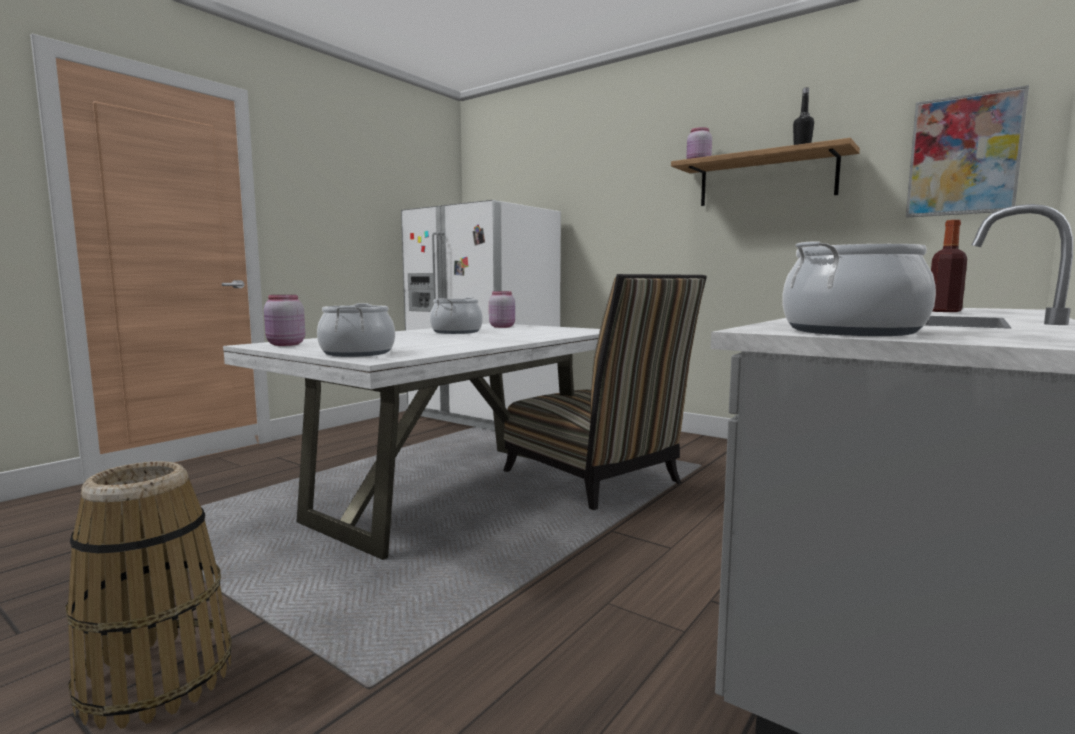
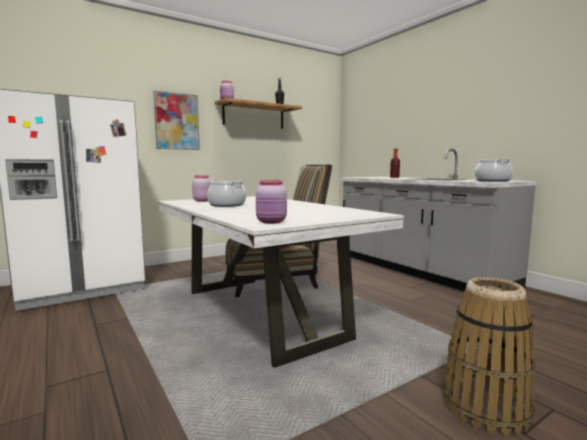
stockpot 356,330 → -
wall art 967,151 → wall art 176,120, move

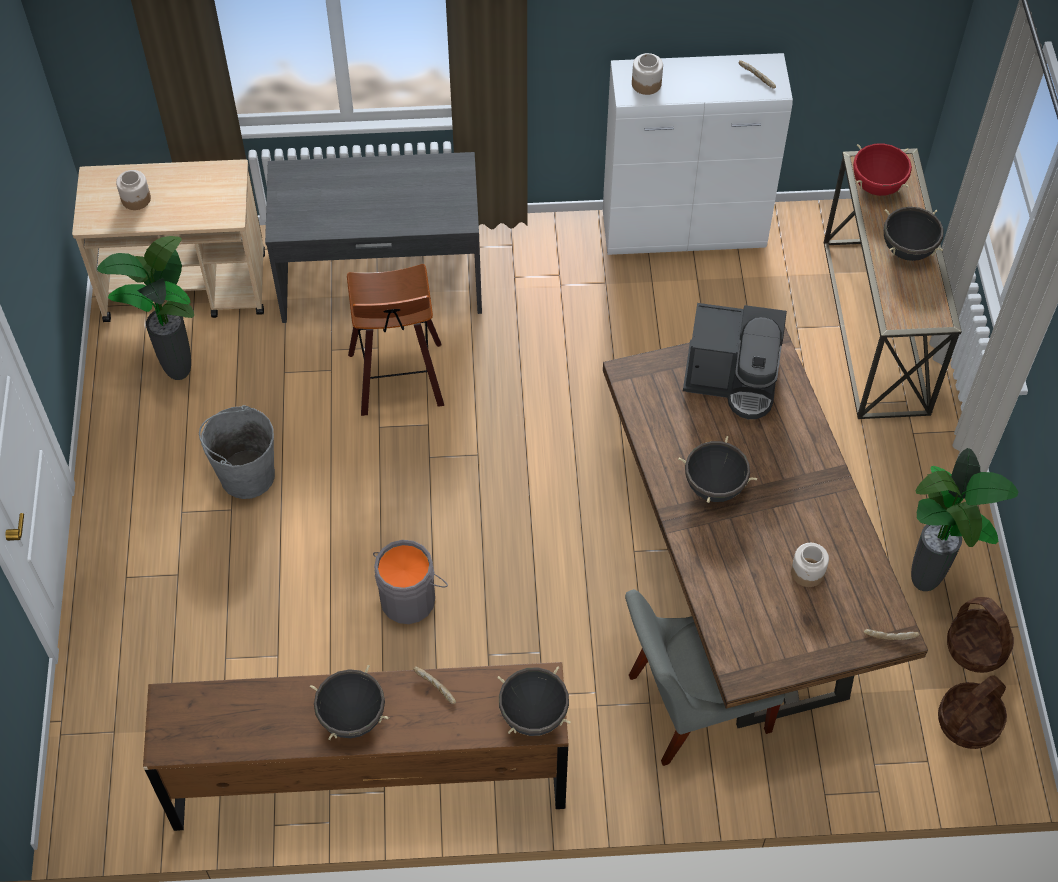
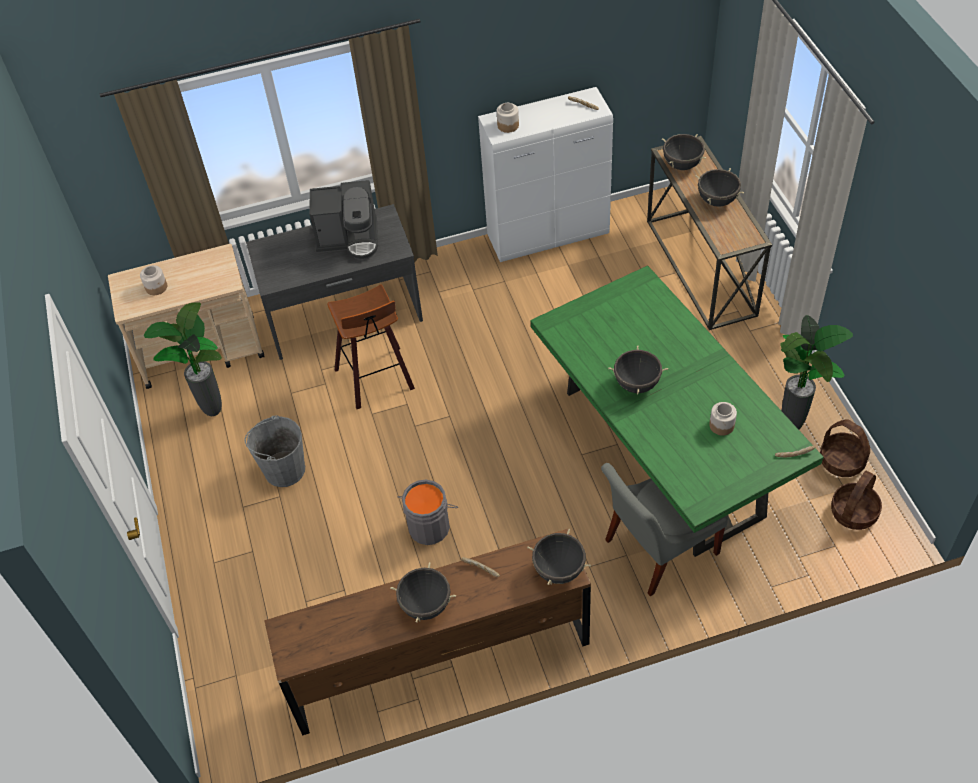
dinner table (brownish) 765,527 → dinner table (green-coloured) 677,411
coffee maker 735,361 → coffee maker 343,220, move
stockpot (red-coloured) 882,169 → stockpot (blackish) 684,152

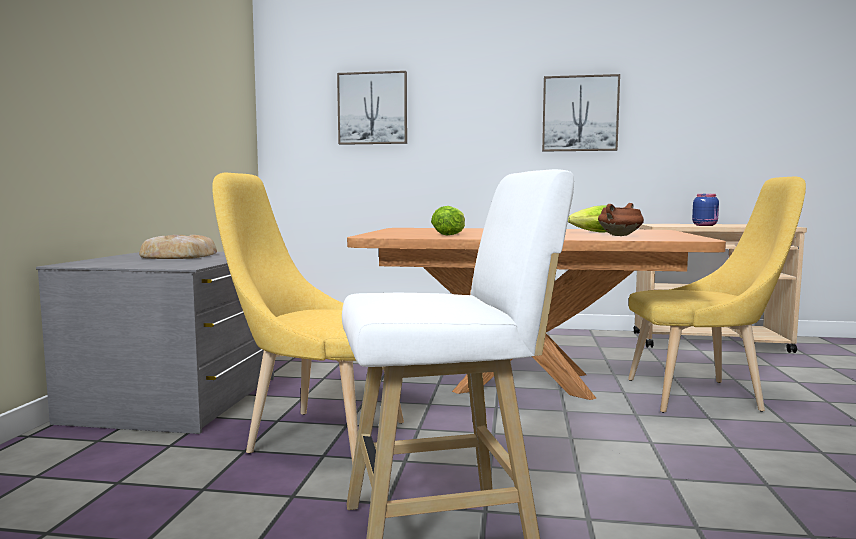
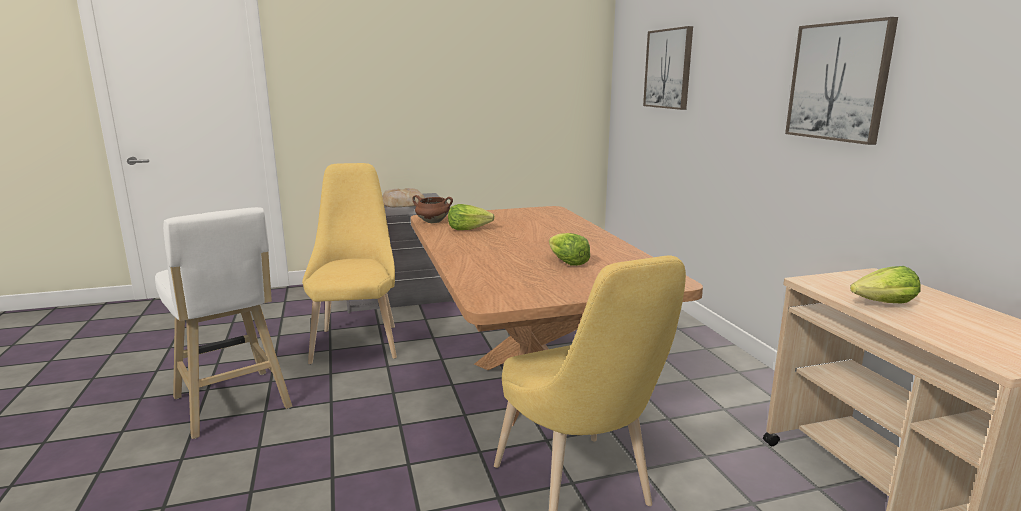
stockpot (brownish) 621,219 → stockpot (brownish) 432,209, move
storage jar (blue) 705,210 → lettuce head 885,285

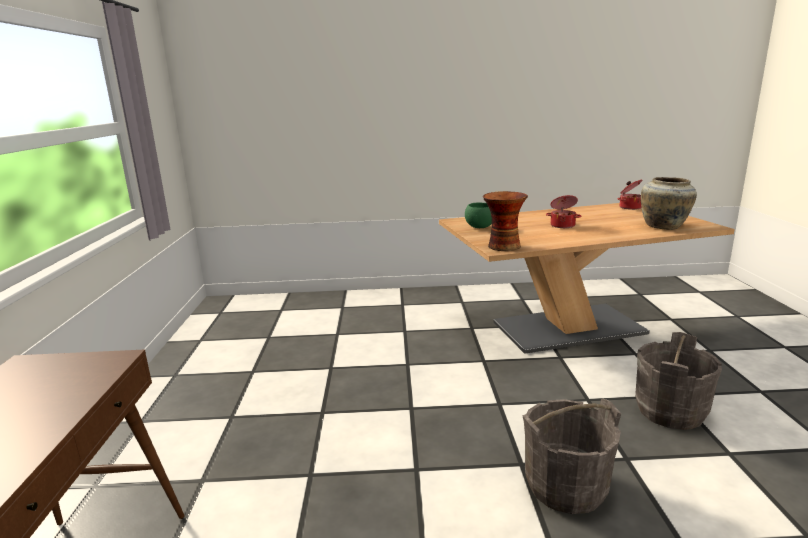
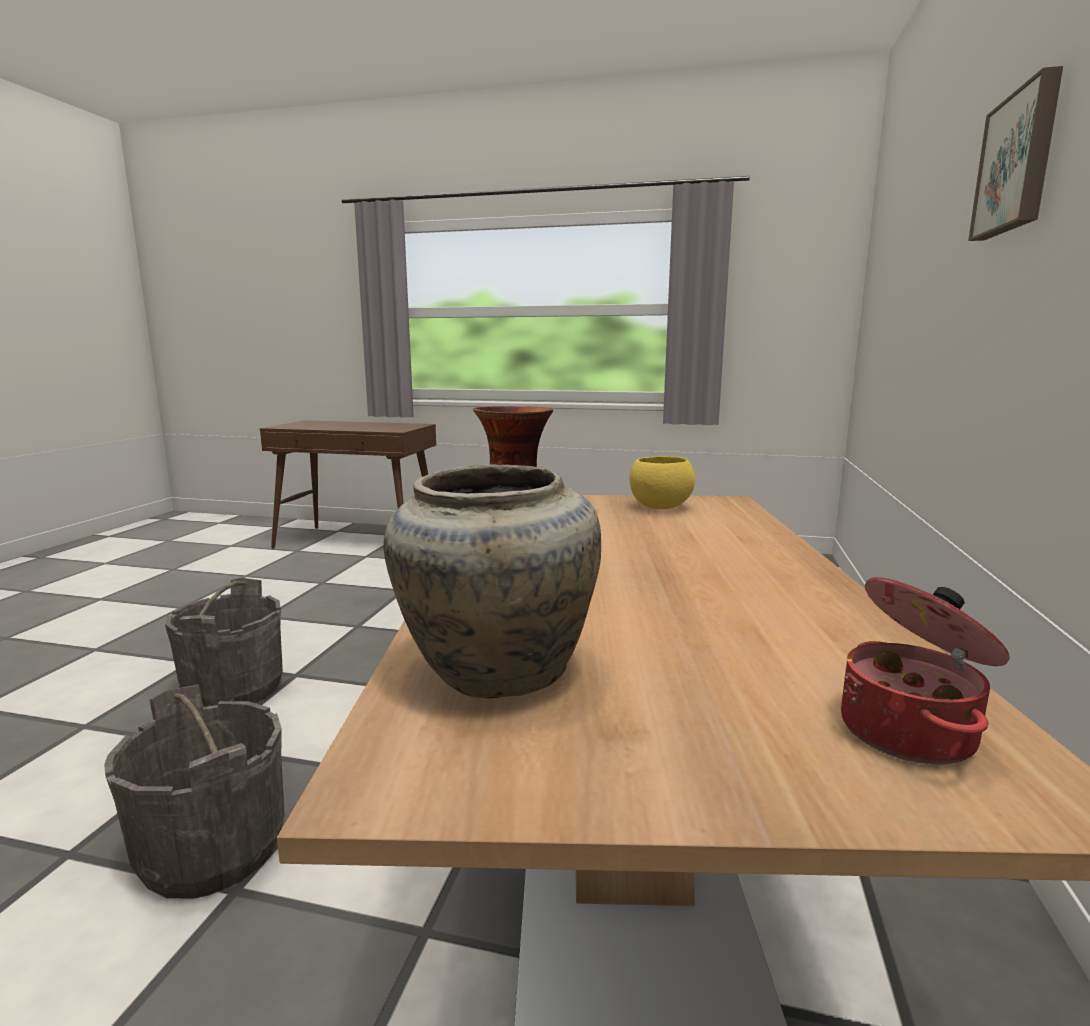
serving bowl (green-coloured) 478,215 → serving bowl (yellow) 662,482
stockpot 563,211 → -
- → wall art 1015,153

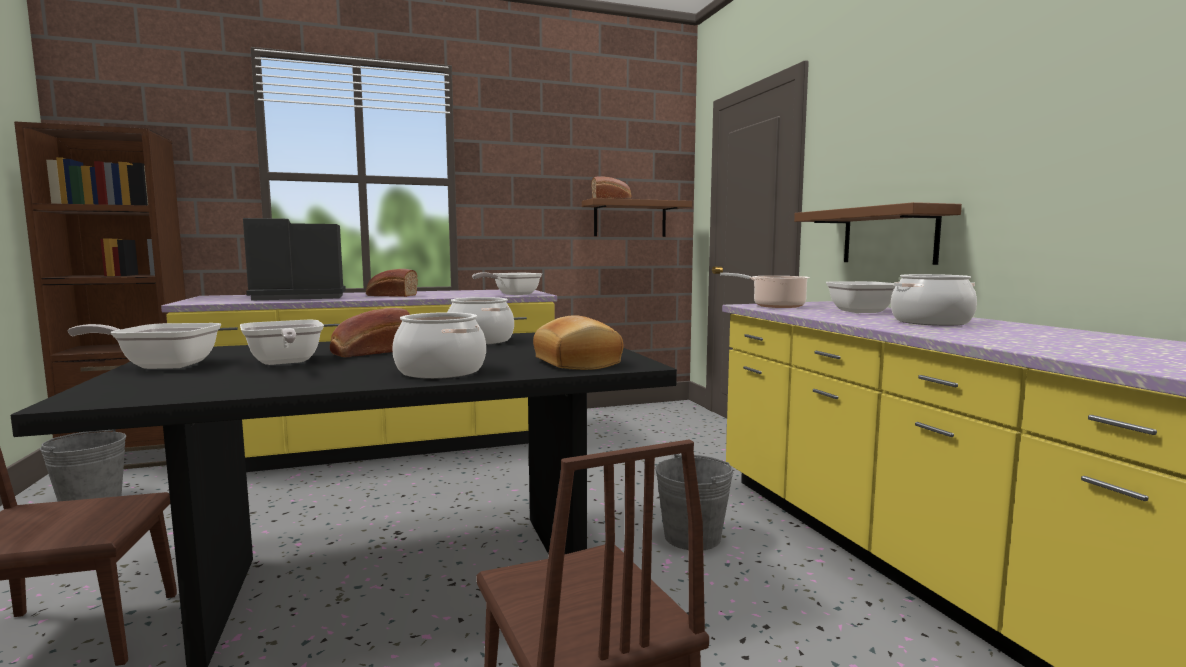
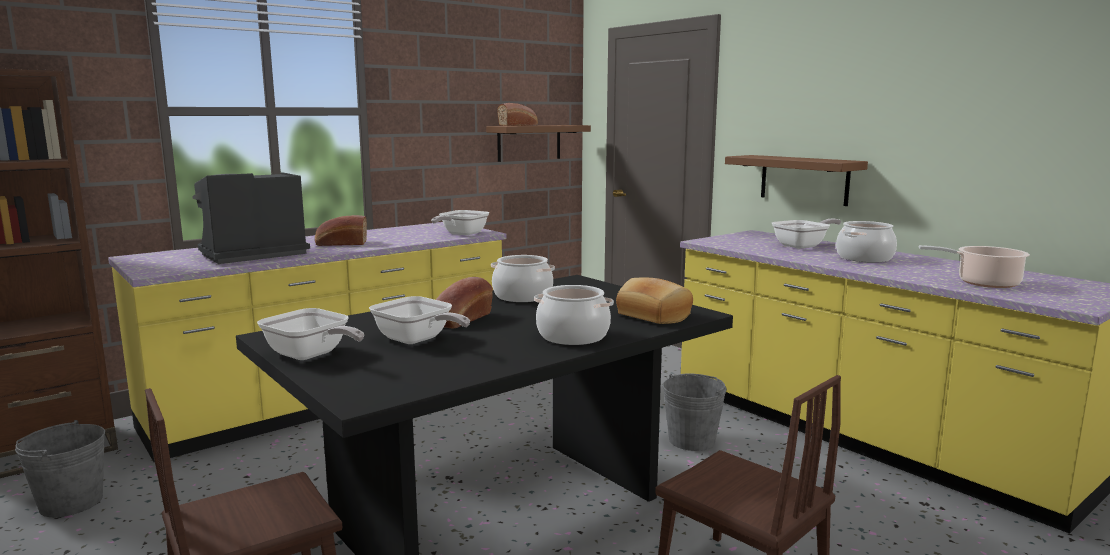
pan 144,346 → pan 310,334, 120 degrees counterclockwise
stockpot 765,290 → stockpot 974,266, move

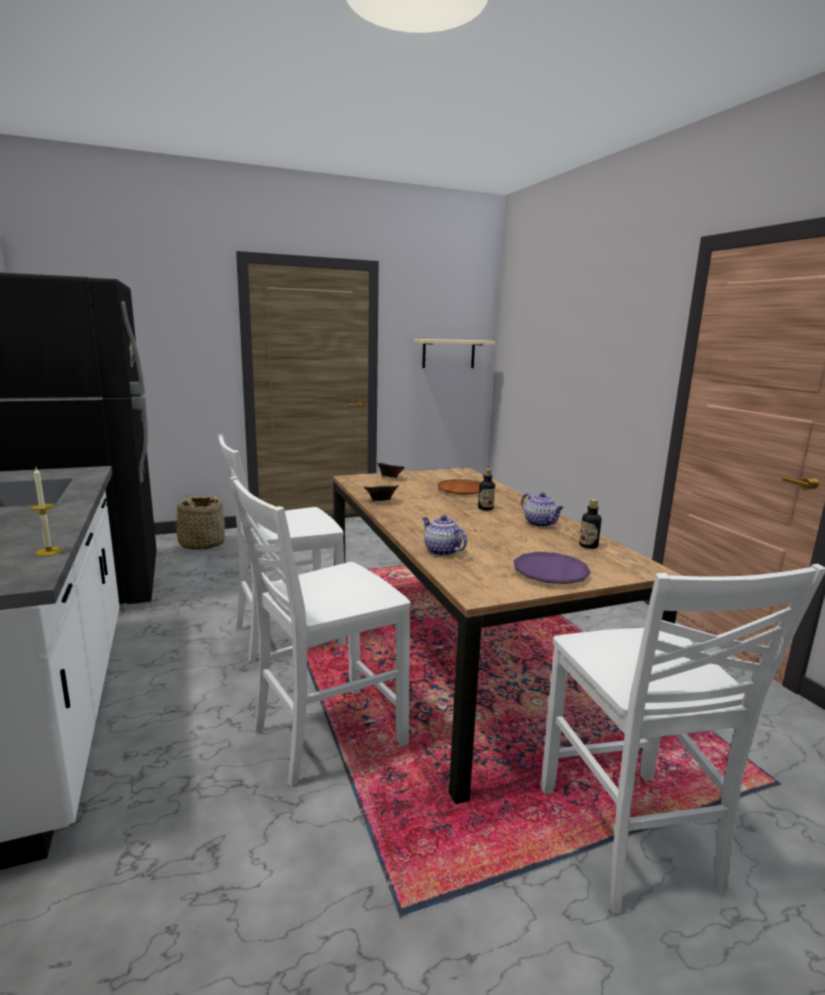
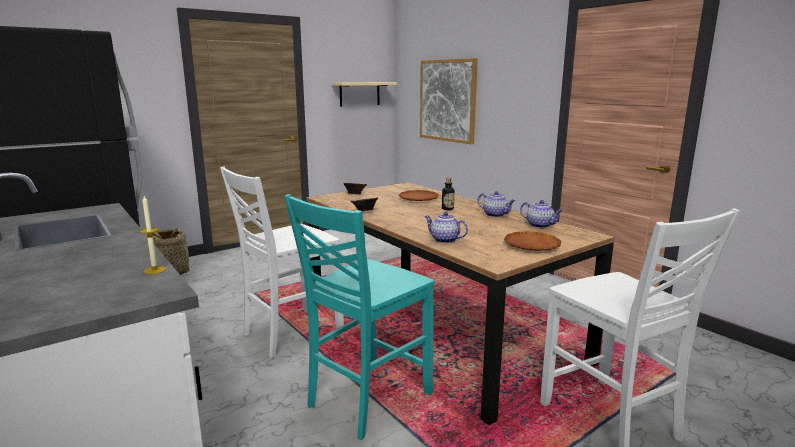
chair (white-coloured) 320,631 → chair (blue-green) 359,317
flat dish (purple) 552,568 → flat dish (brownish) 532,241
drink bottle 590,524 → tea pot 541,214
- → wall art 449,101

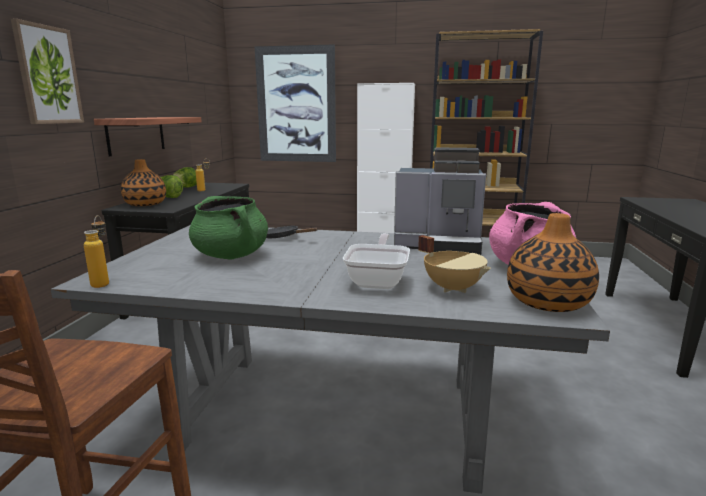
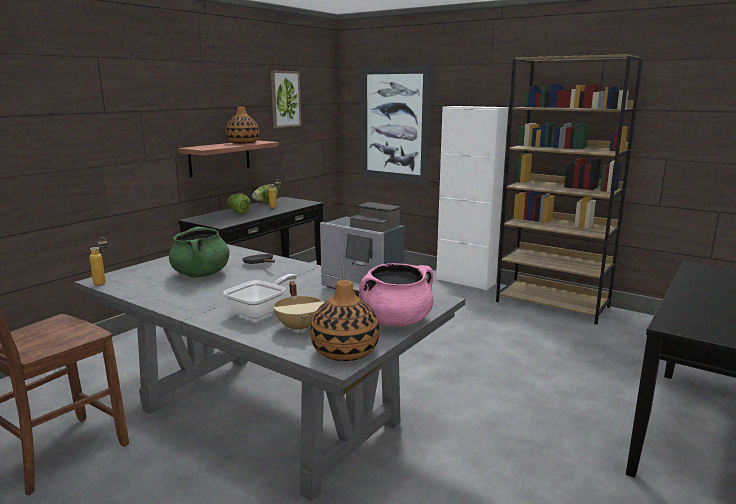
wall art 47,71 → wall art 286,99, move
flower vase 143,182 → flower vase 243,125, move

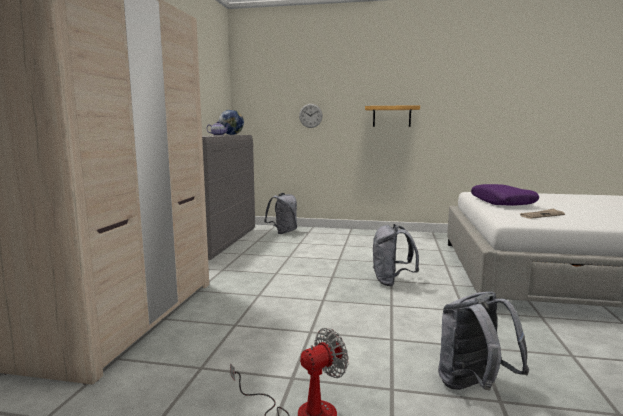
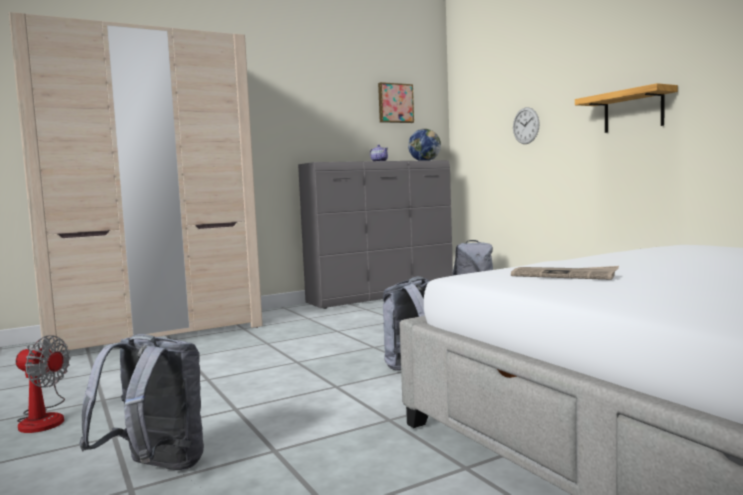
throw pillow (purple) 505,195 → -
- → wall art 396,102

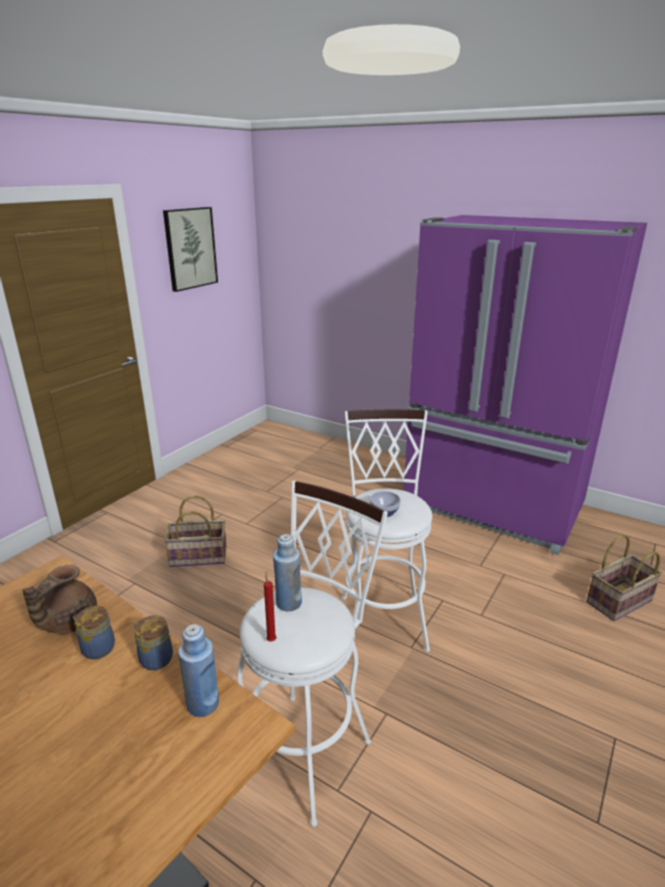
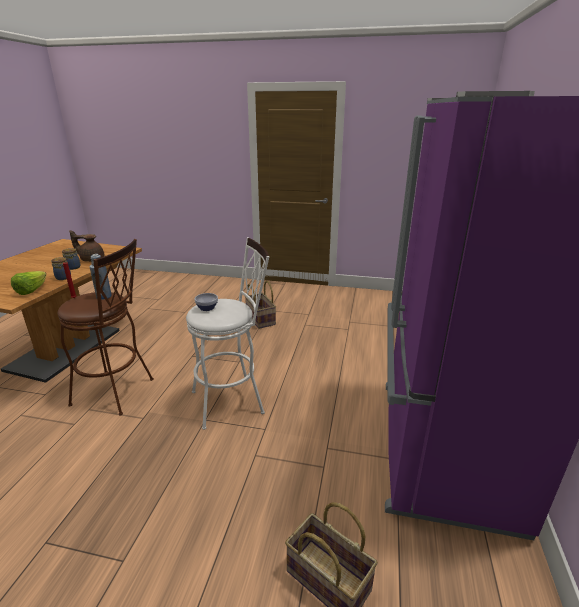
wall art 190,249 → -
drink bottle (blue) 198,670 → lettuce head 28,283
stool seat (white-coloured) 312,654 → stool seat (brownish) 106,327

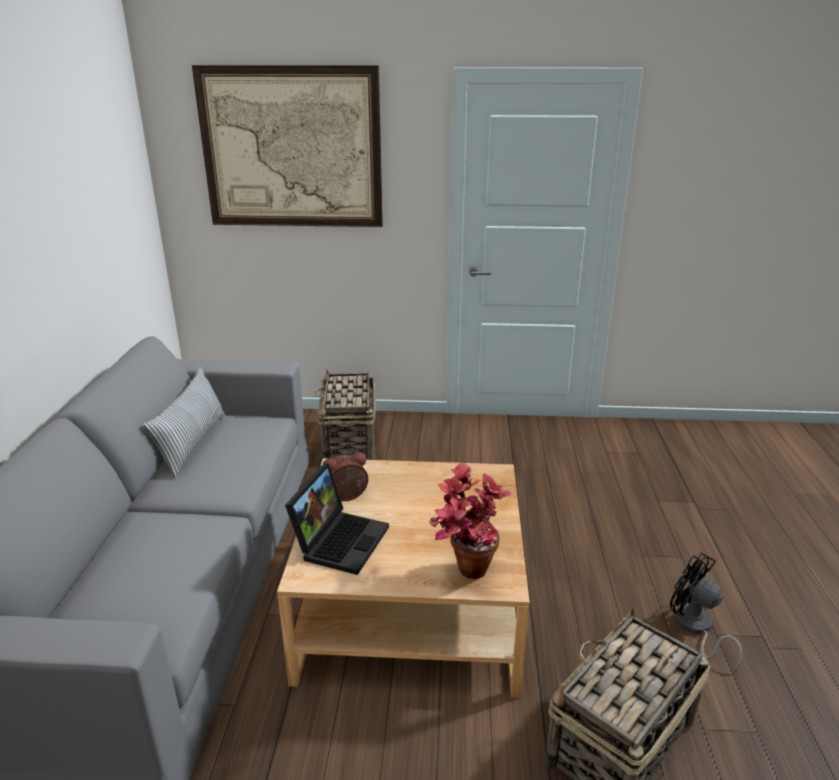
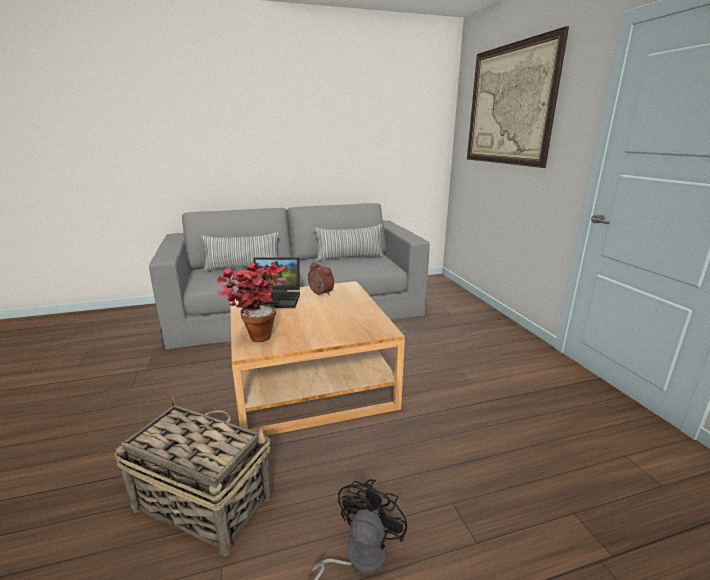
household basket 345,414 → -
- → throw pillow 239,251

